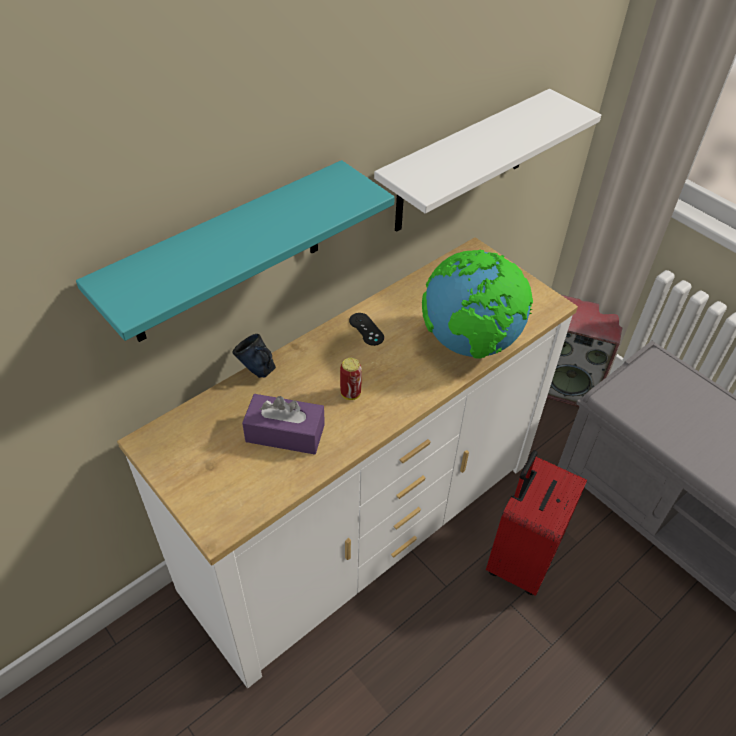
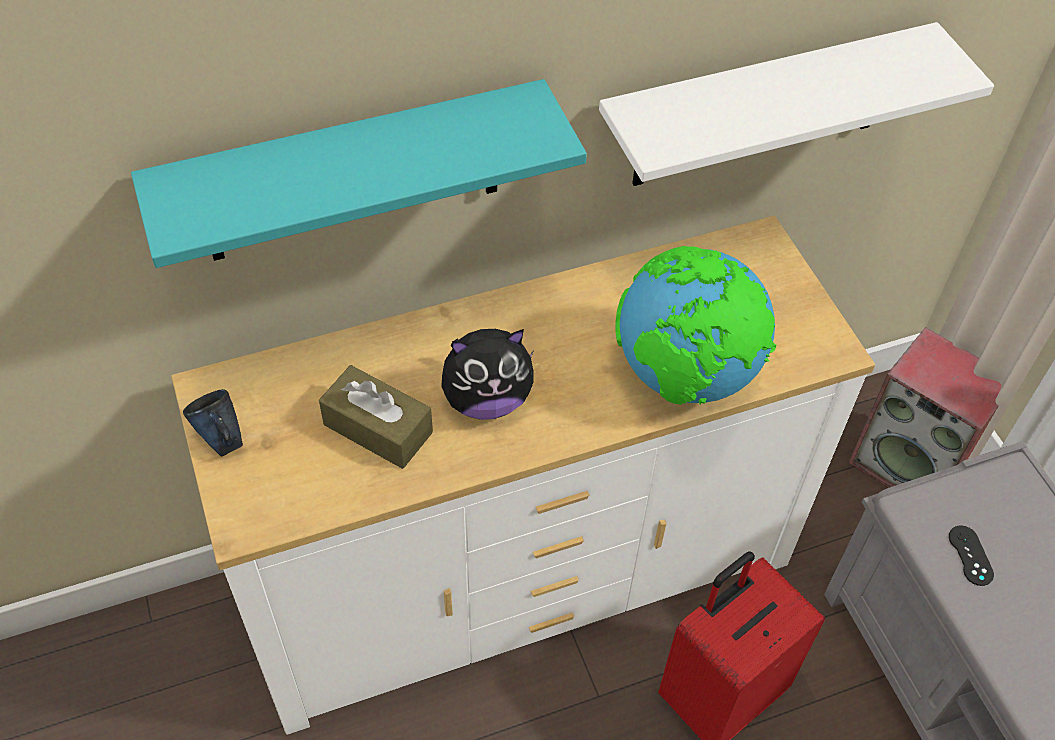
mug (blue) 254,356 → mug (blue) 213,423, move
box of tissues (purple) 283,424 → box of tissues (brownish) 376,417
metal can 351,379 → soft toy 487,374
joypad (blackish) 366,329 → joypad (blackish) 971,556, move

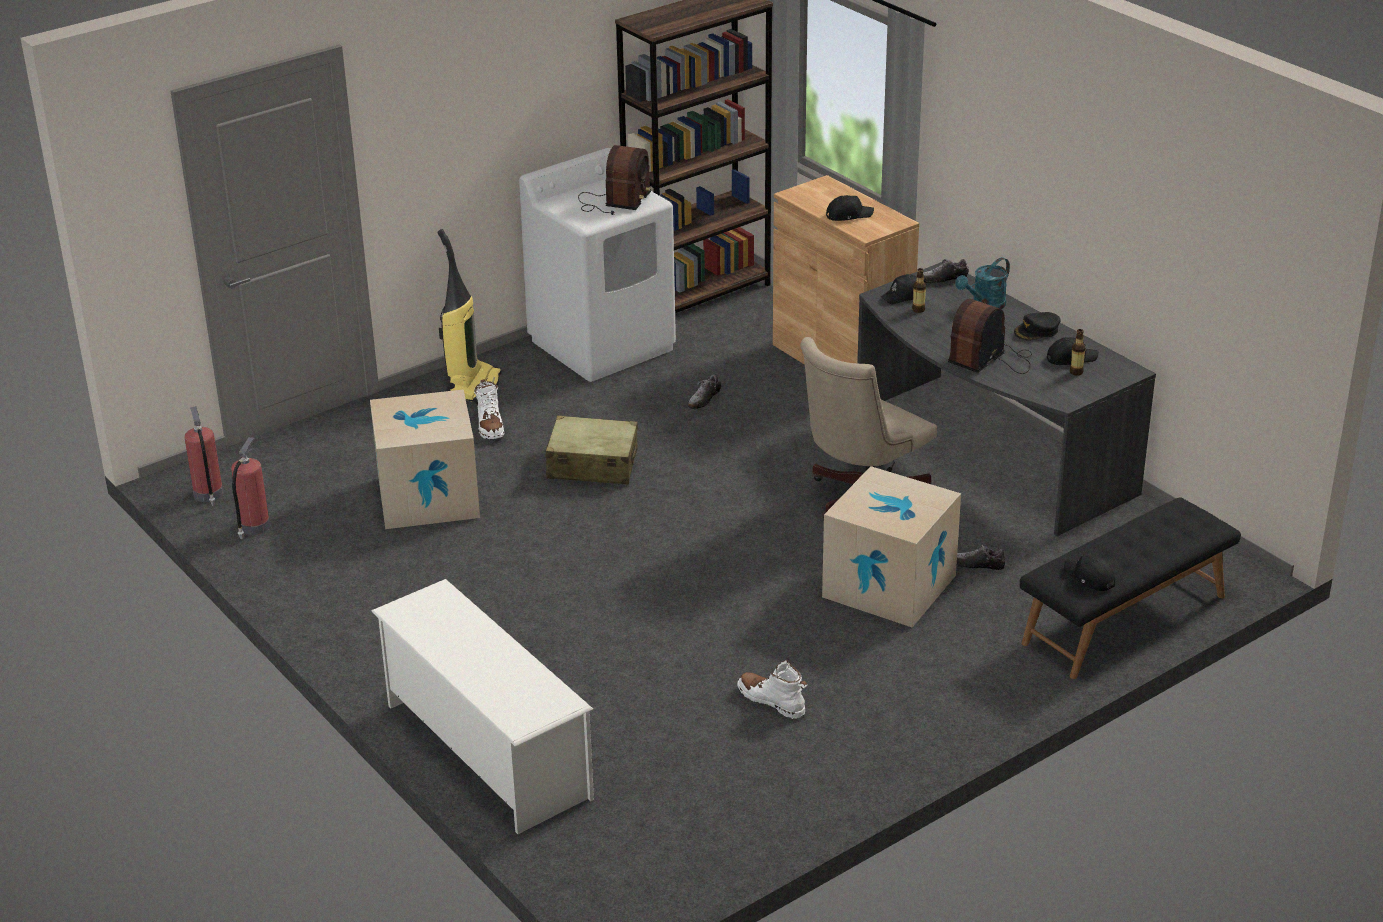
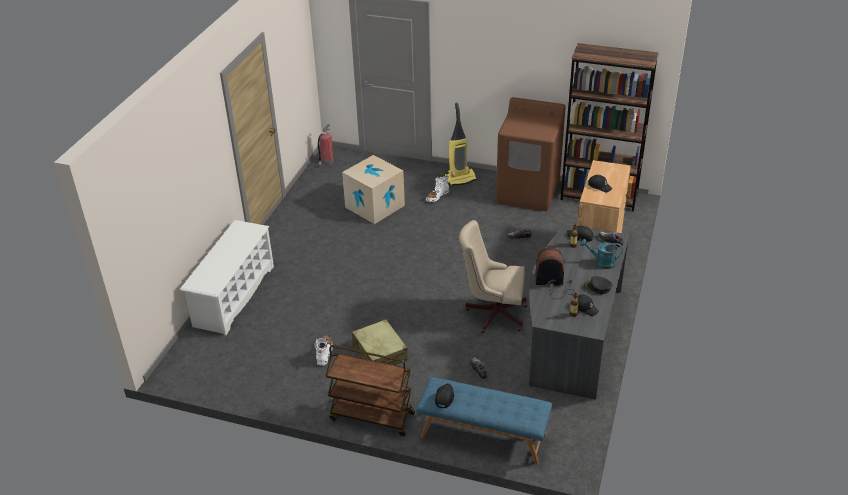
fire extinguisher 250,488 → -
laundry appliance (white-coloured) 597,265 → laundry appliance (brownish) 531,154
piece of luggage (beige) 591,450 → piece of luggage (beige) 380,342, move
radio receiver 614,180 → -
cardboard box 891,546 → -
bench (blackish) 1130,588 → bench (blue) 484,421
- → wheeled cart (brownish) 370,391

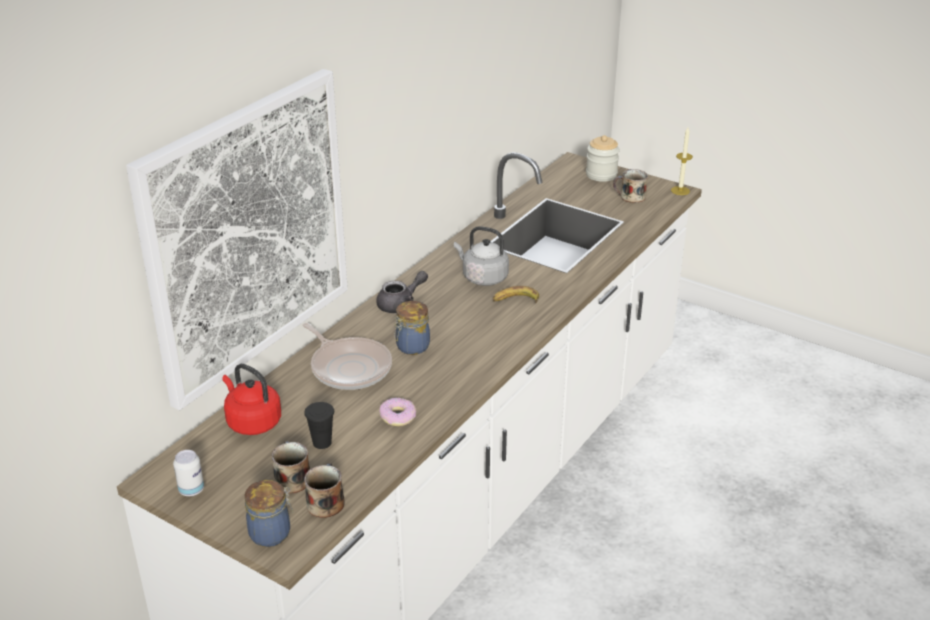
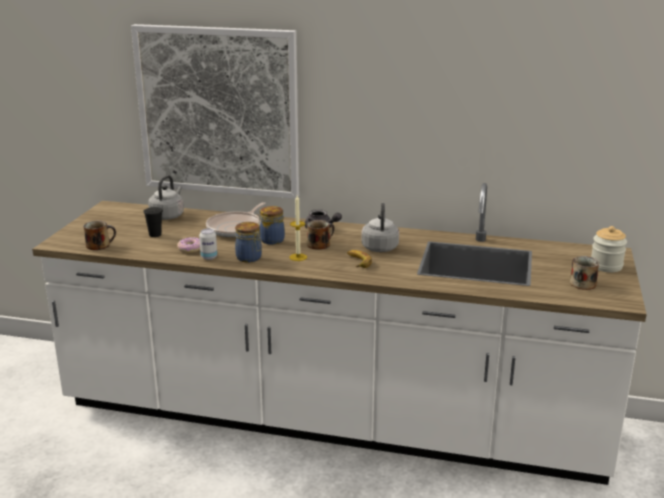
metal can 188,473 → metal can 208,244, move
tea kettle (red-coloured) 251,399 → tea kettle (greyish) 166,197
storage jar 269,513 → storage jar 248,242, move
mug 291,467 → mug 320,235, move
wax candle 682,161 → wax candle 298,228, move

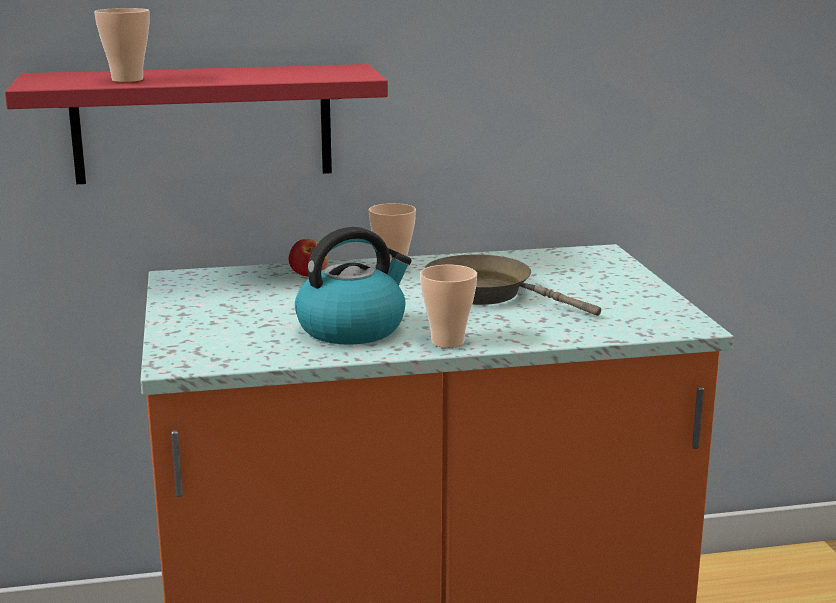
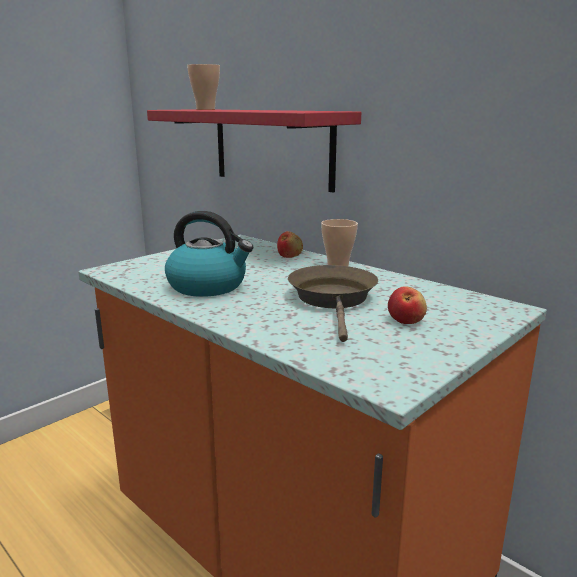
small cup 448,306 → -
- → apple fruit 407,305

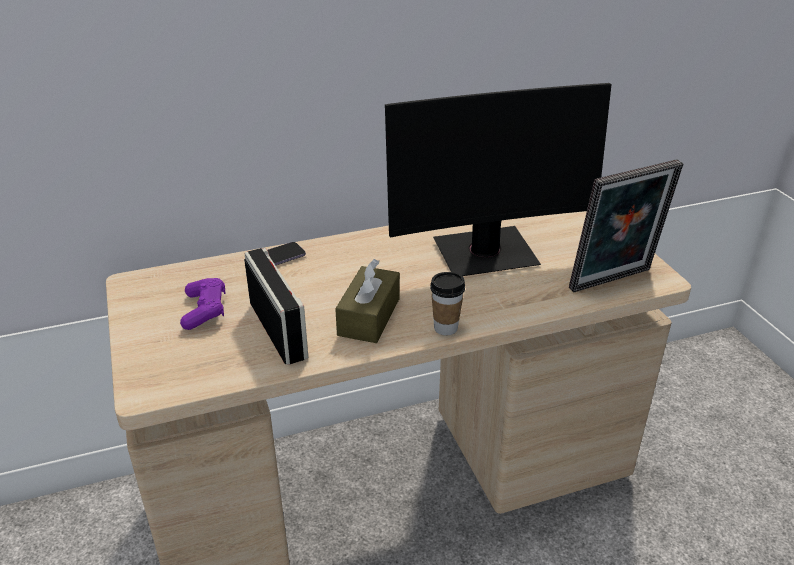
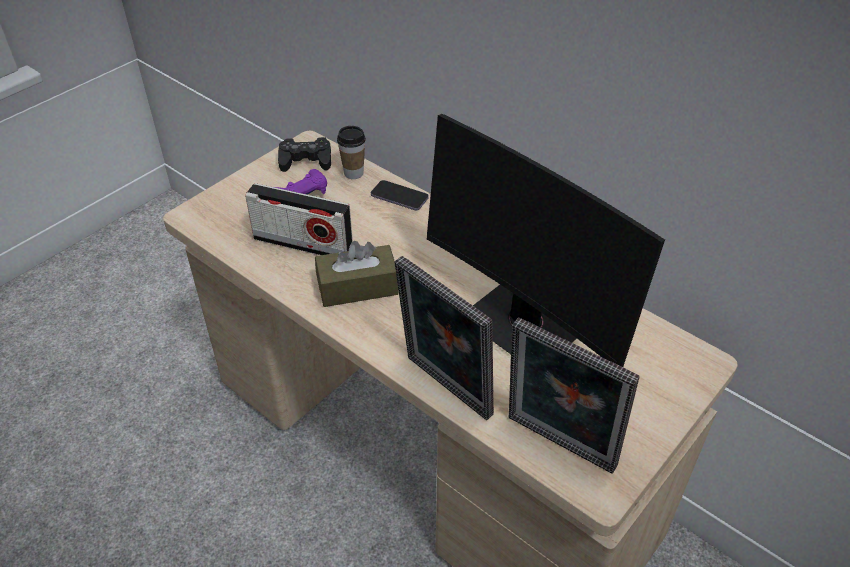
radio receiver 276,306 → radio receiver 299,219, 75 degrees clockwise
small cup 447,304 → small cup 351,152, move
- → joypad (blackish) 304,154
- → photo frame 444,338

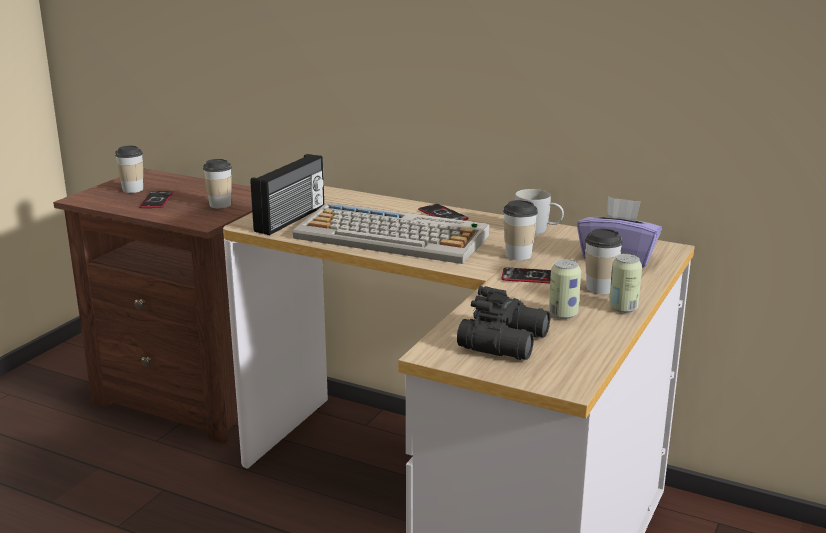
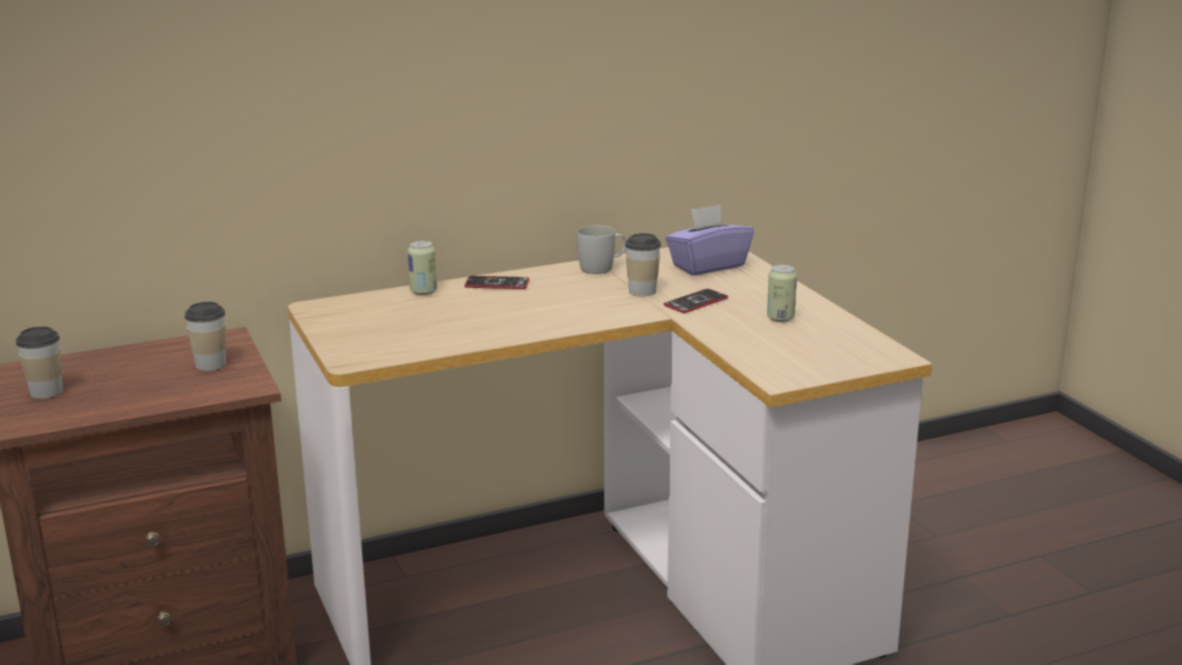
handset 156,199 → -
radio receiver 287,194 → -
keyboard 390,233 → -
pair of binoculars (blackish) 503,323 → -
small cup 604,261 → -
metal can 625,283 → metal can 422,268, move

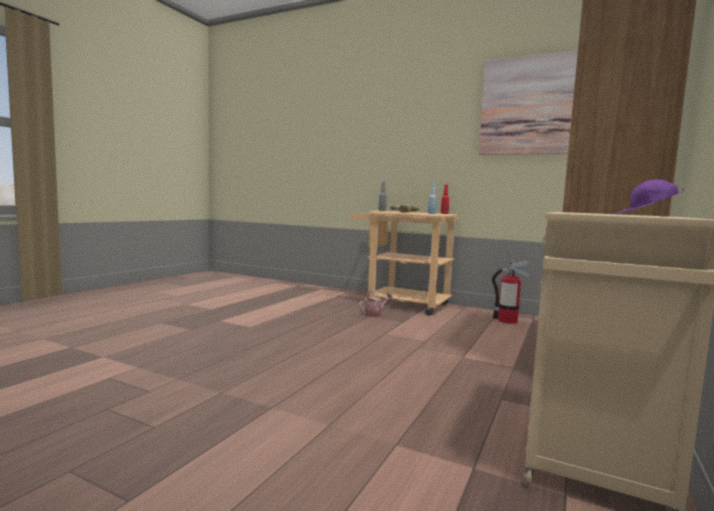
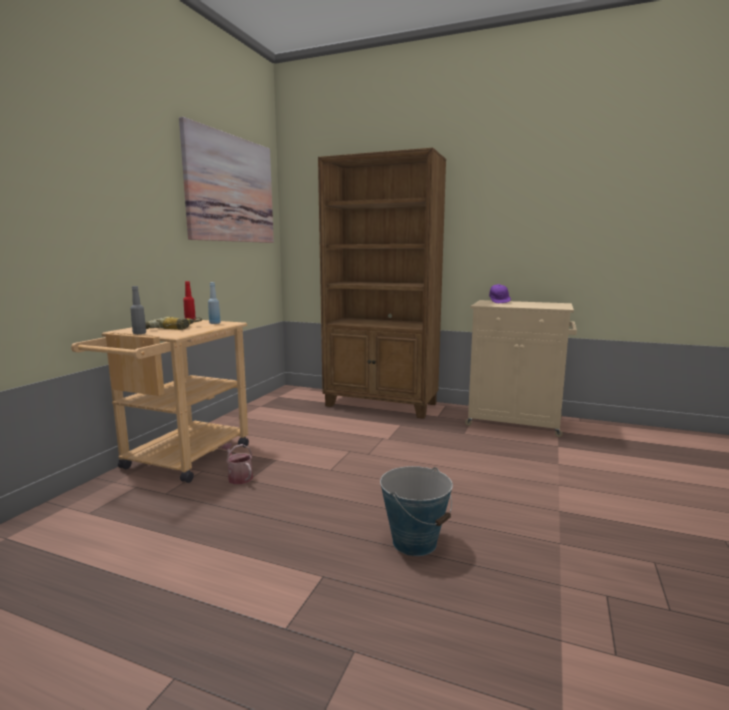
fire extinguisher 511,291 → -
- → pail 416,511

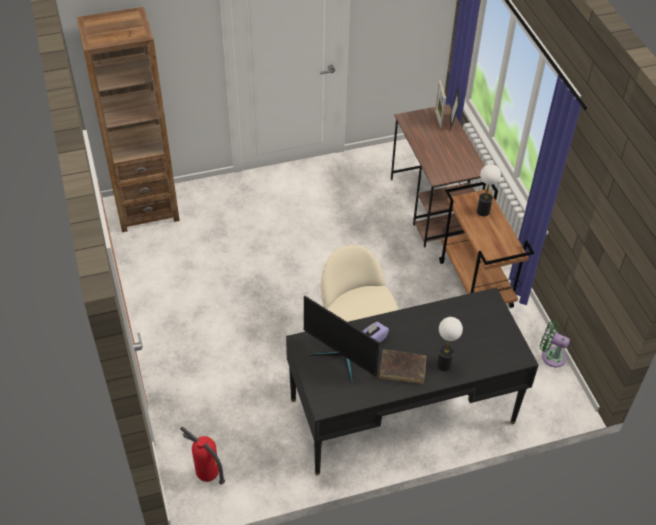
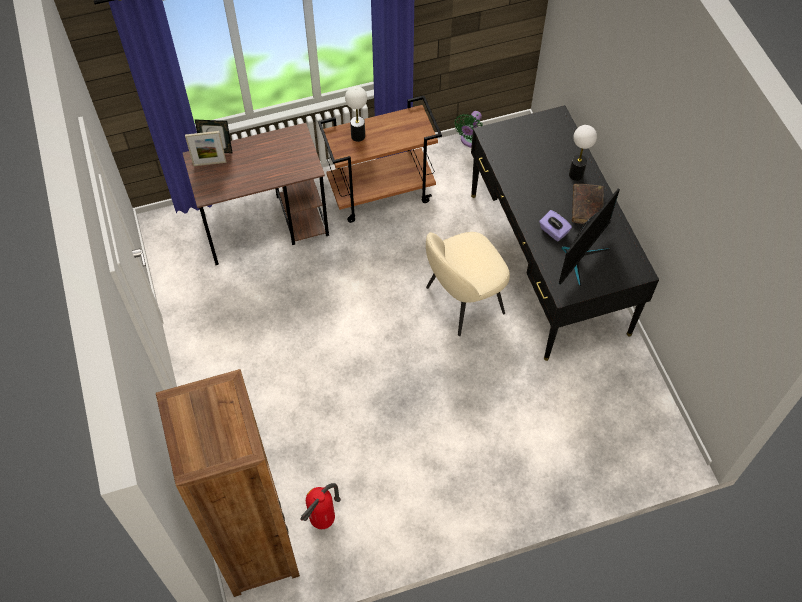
fire extinguisher 202,456 → fire extinguisher 320,506, move

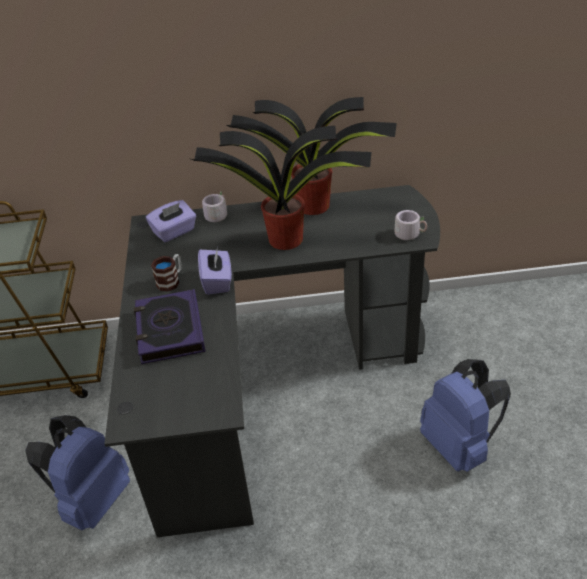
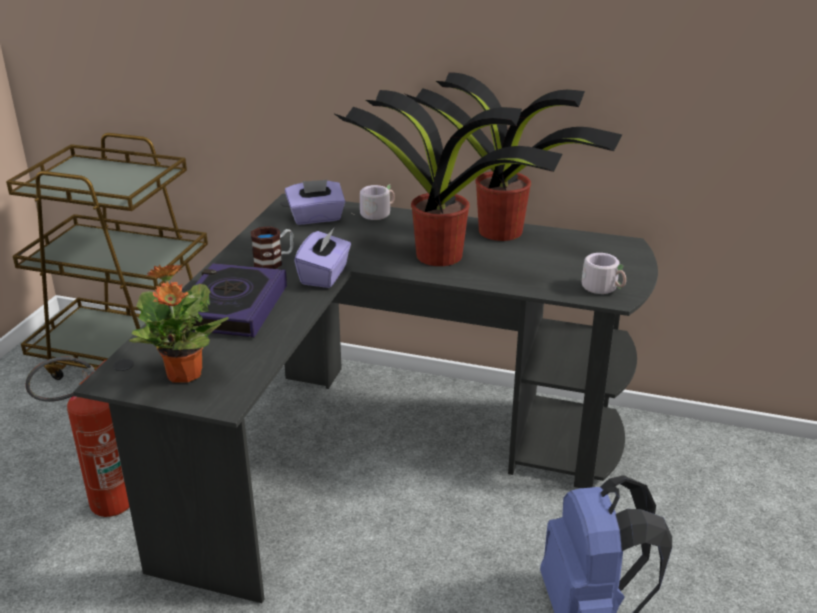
backpack (blue) 77,472 → fire extinguisher 77,437
- → potted plant 178,324

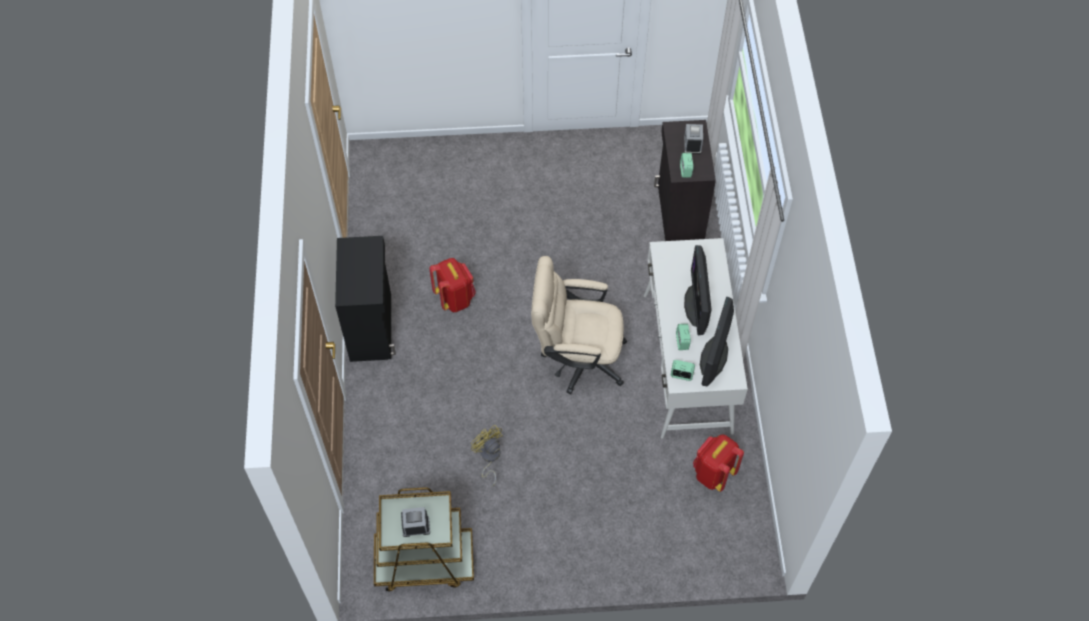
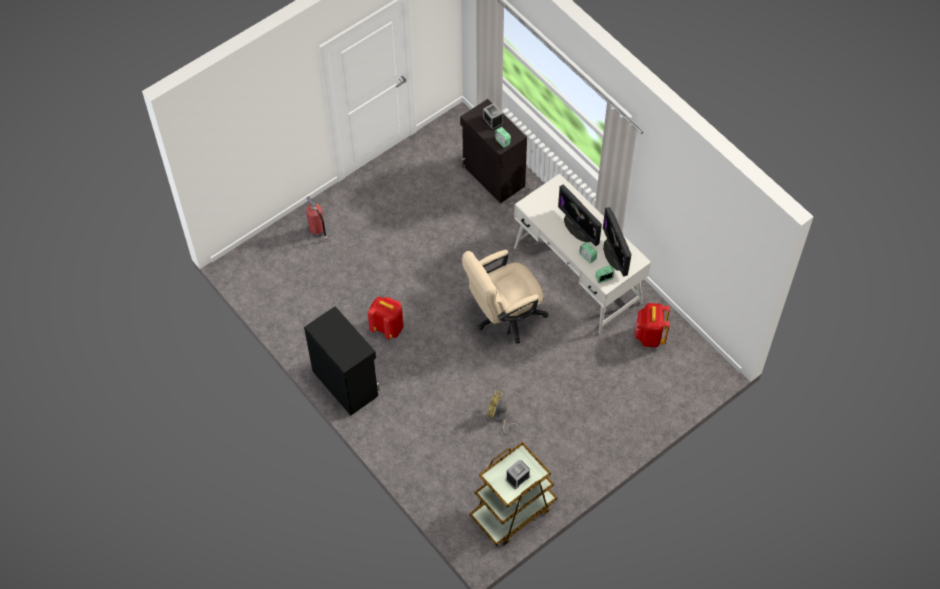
- → fire extinguisher 316,218

